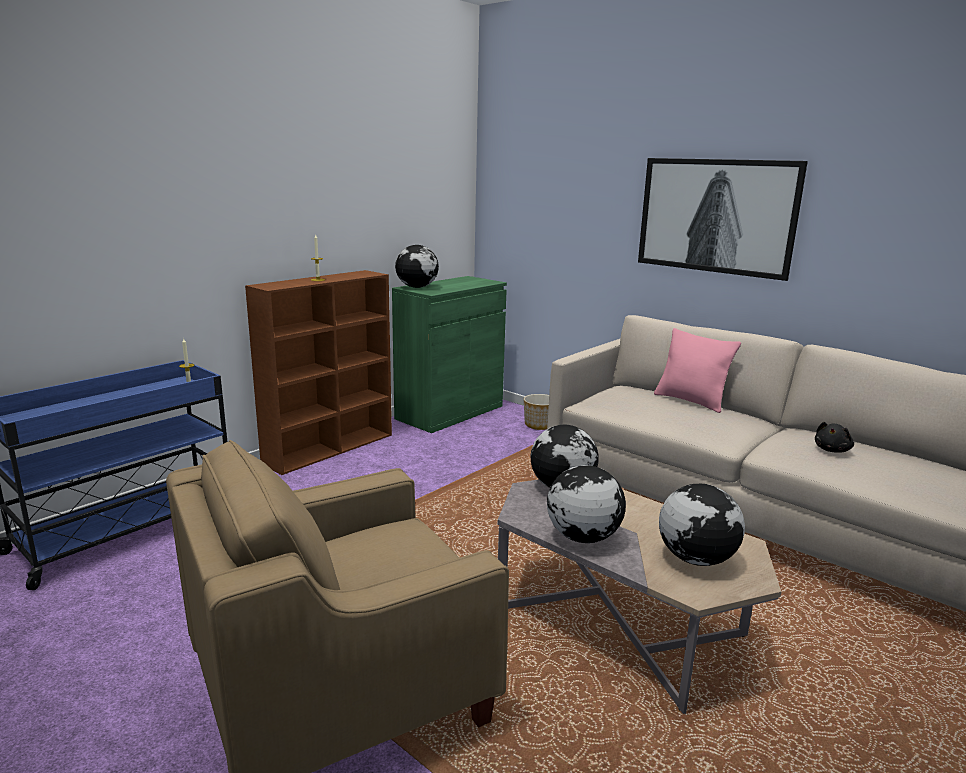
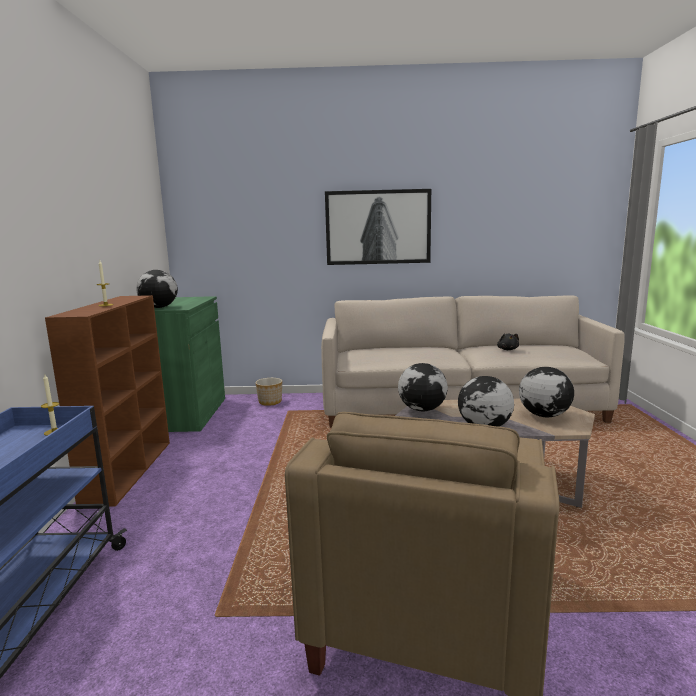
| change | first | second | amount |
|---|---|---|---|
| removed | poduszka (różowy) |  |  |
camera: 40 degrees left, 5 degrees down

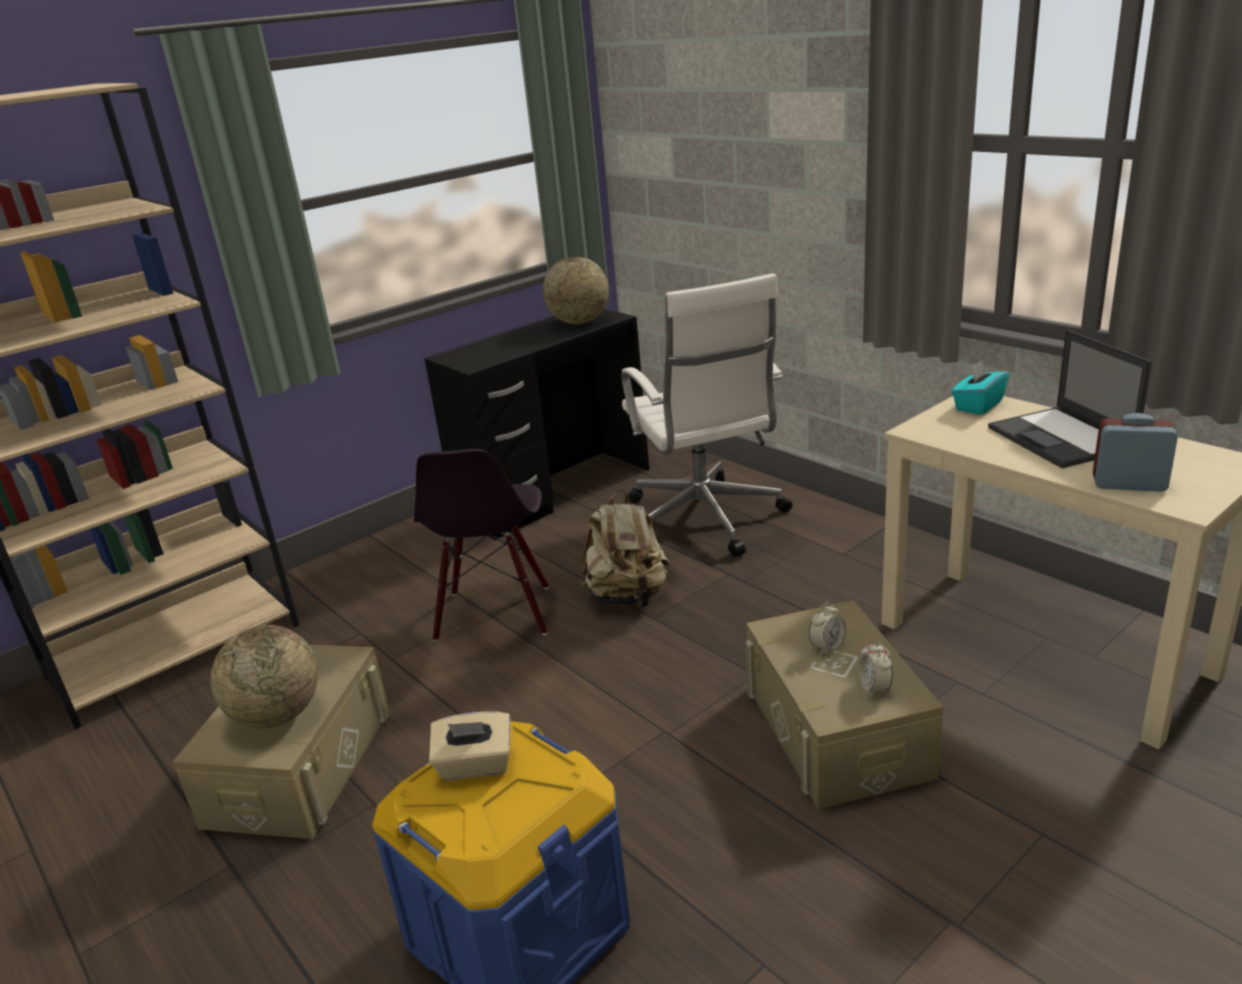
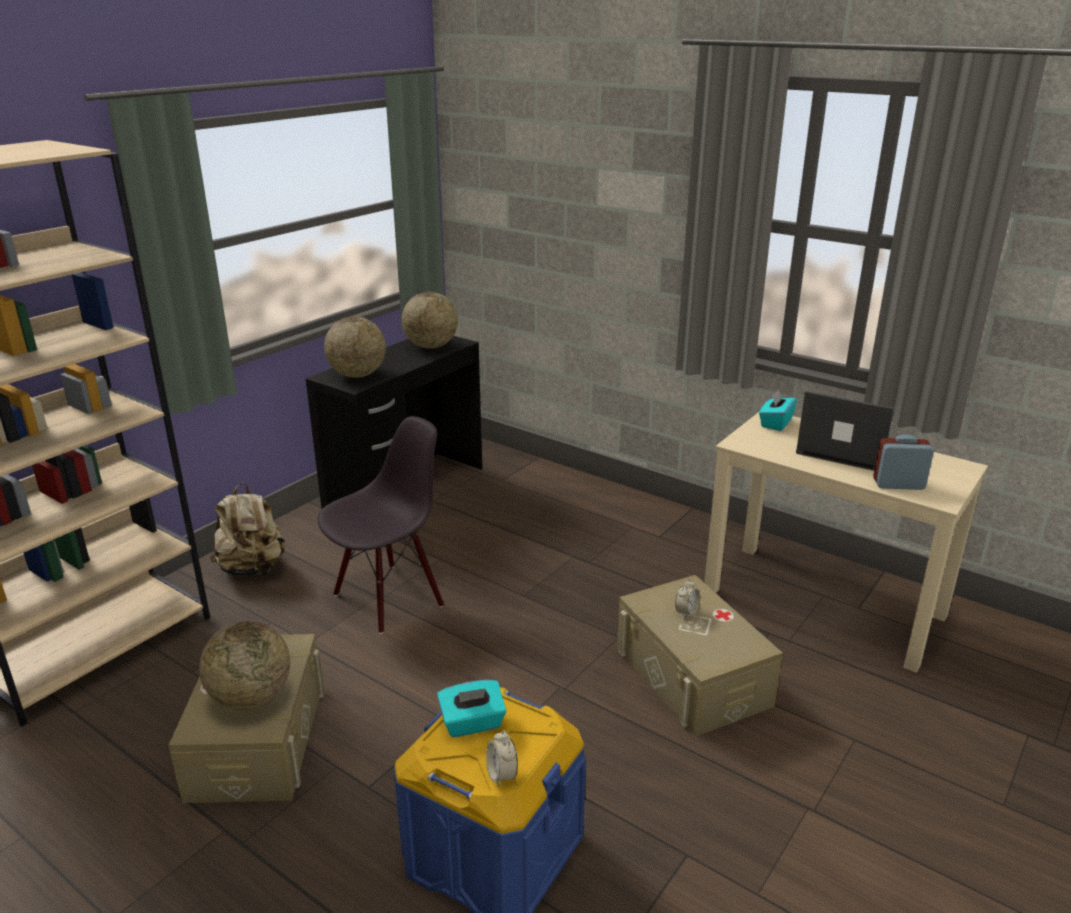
| change | first | second | amount |
|---|---|---|---|
| removed | krzesło biurowe (biały) |  |  |
| turned | laptop |  | 150 degrees clockwise |
| turned | krzesło (czarny) |  | 120 degrees counterclockwise |
| moved | plecak (beżowy) |  |  |
| moved | budzik (2nd from left in the first image) | budzik (1st from left) |  |
| recoloured | pudełko chusteczek (beżowy) | pudełko chusteczek (turkusowy) (1st from left) |  |
| added |  | globus (2nd from left) |  |
camera: 15 degrees left, 0 degrees up

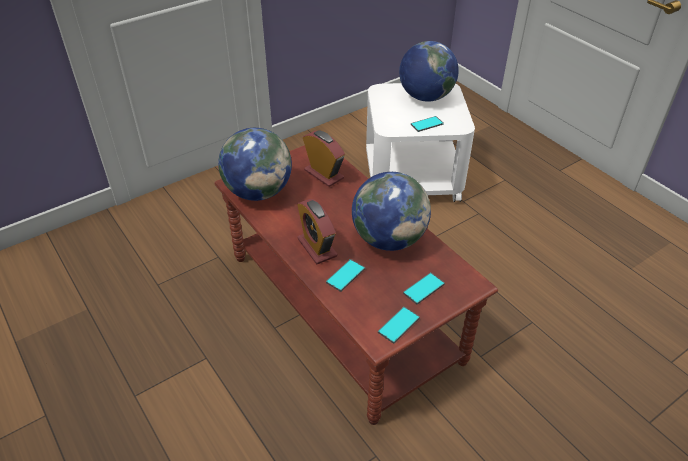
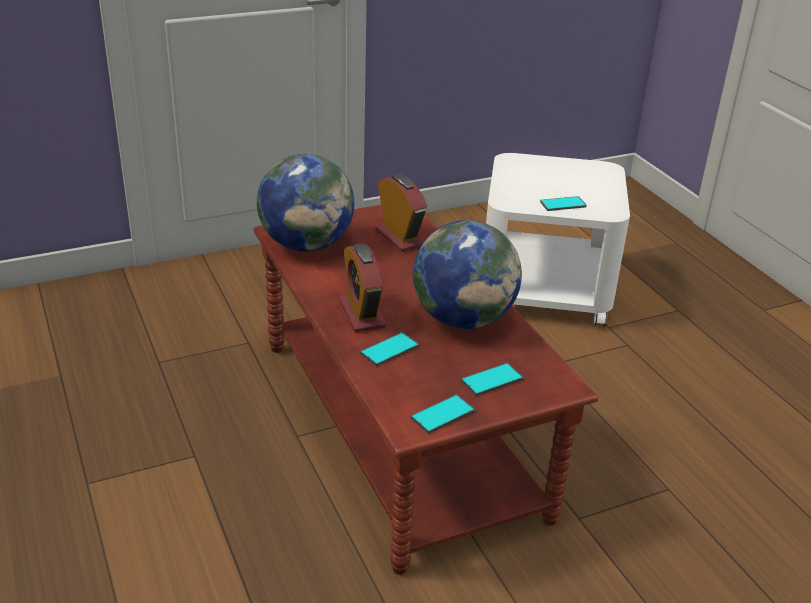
| change | first | second | amount |
|---|---|---|---|
| removed | globus (3rd from left) |  |  |
camera: 10 degrees right, 10 degrees down

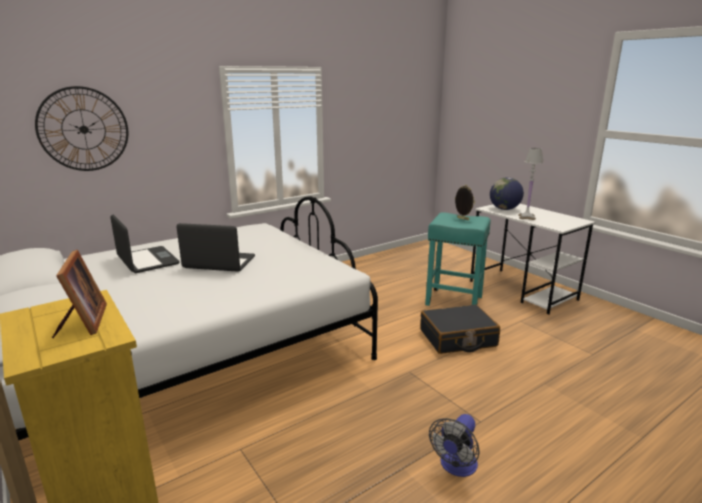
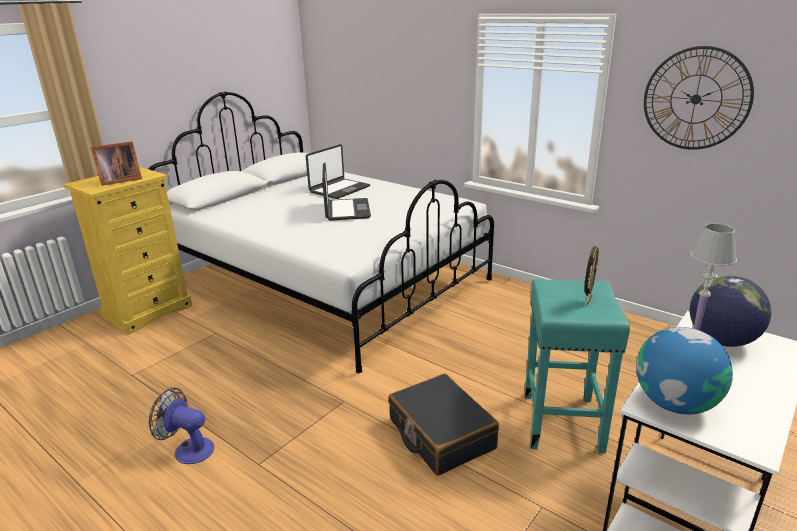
| change | first | second | amount |
|---|---|---|---|
| moved | zegar ścienny |  |  |
| added |  | globus (1st from left) |  |
camera: 75 degrees right, 5 degrees up

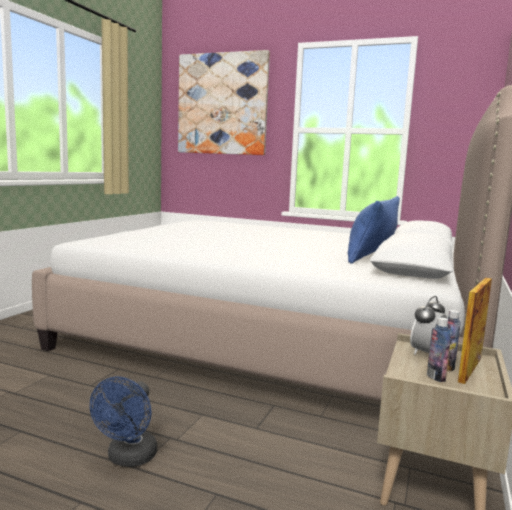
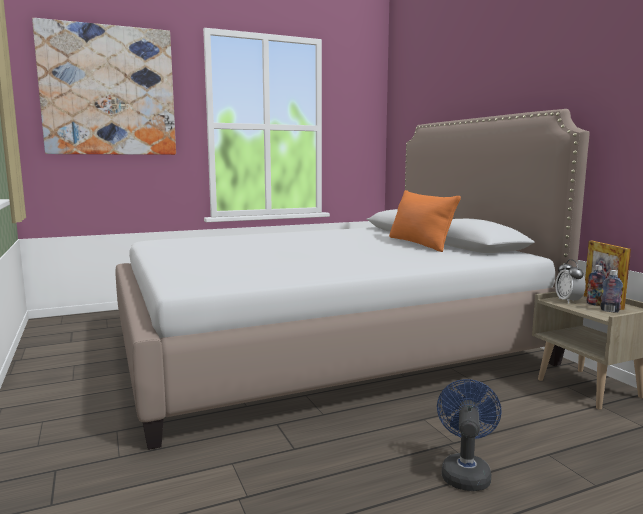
| change | first | second | amount |
|---|---|---|---|
| recoloured | poduszka (niebieski) | poduszka (pomarańczowy) |  |
| turned | wentylator (niebieski) |  | 135 degrees counterclockwise |
camera: 45 degrees left, 0 degrees up

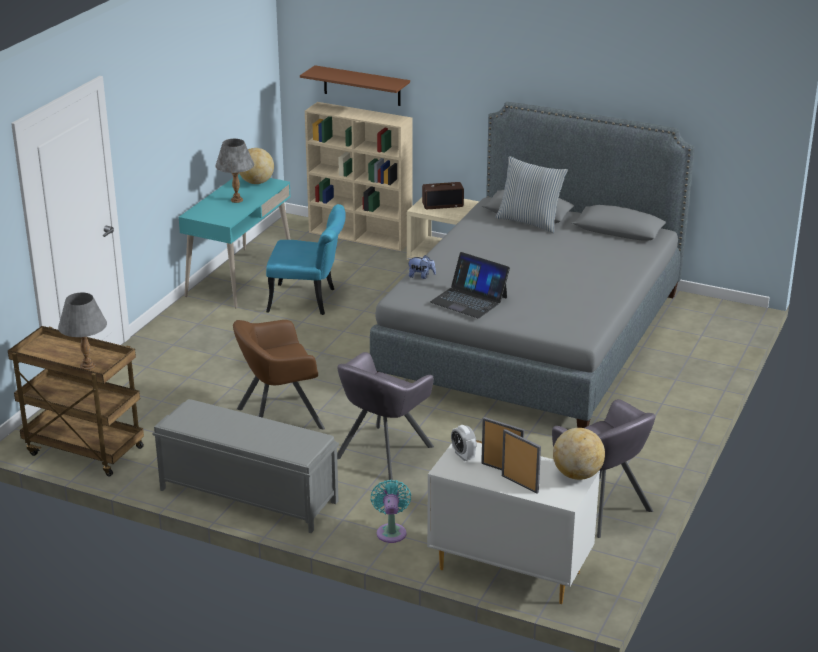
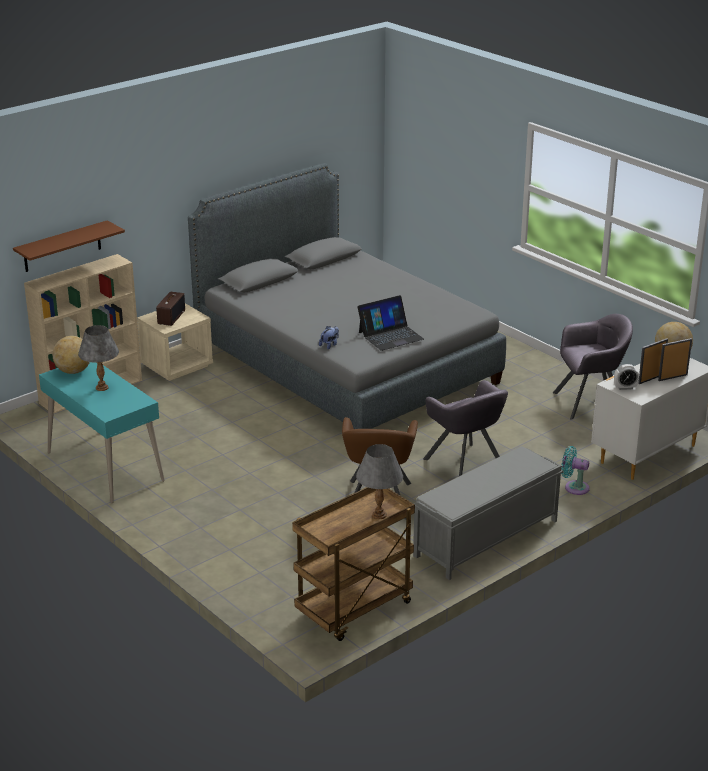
| change | first | second | amount |
|---|---|---|---|
| removed | poduszka |  |  |
| removed | krzesło (turkusowy) |  |  |
camera: 65 degrees left, 0 degrees up

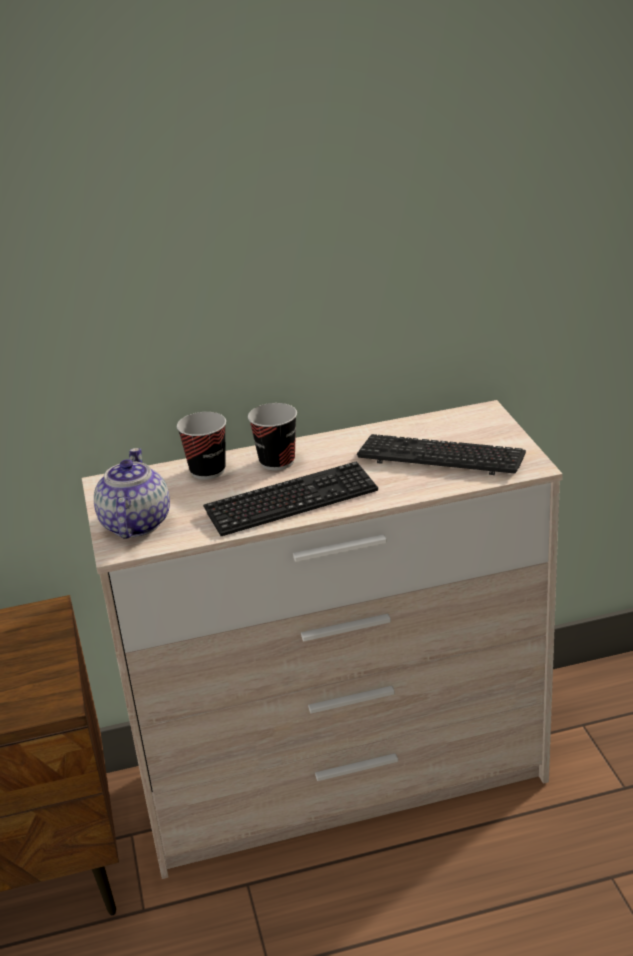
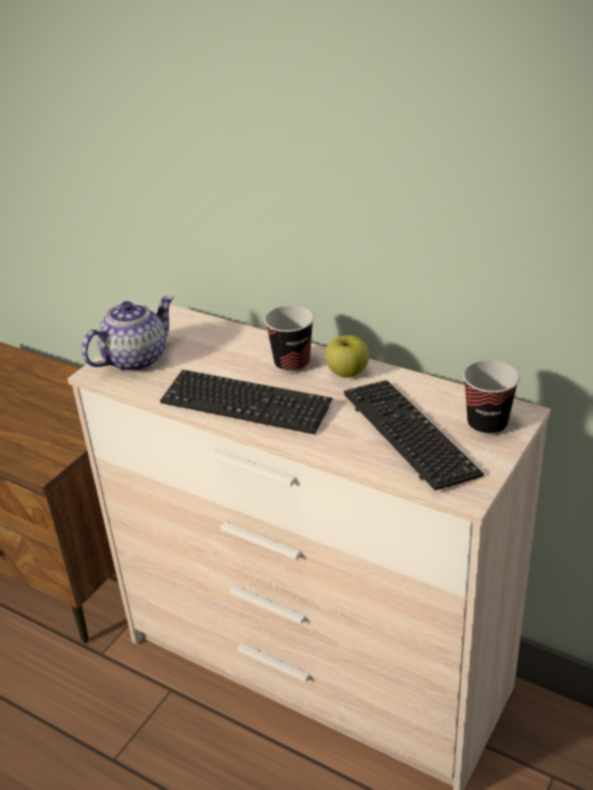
| change | first | second | amount |
|---|---|---|---|
| moved | filiżanka (1st from left in the first image) | filiżanka (2nd from left) |  |
| added |  | jabłko |  |
camera: 45 degrees right, 5 degrees up

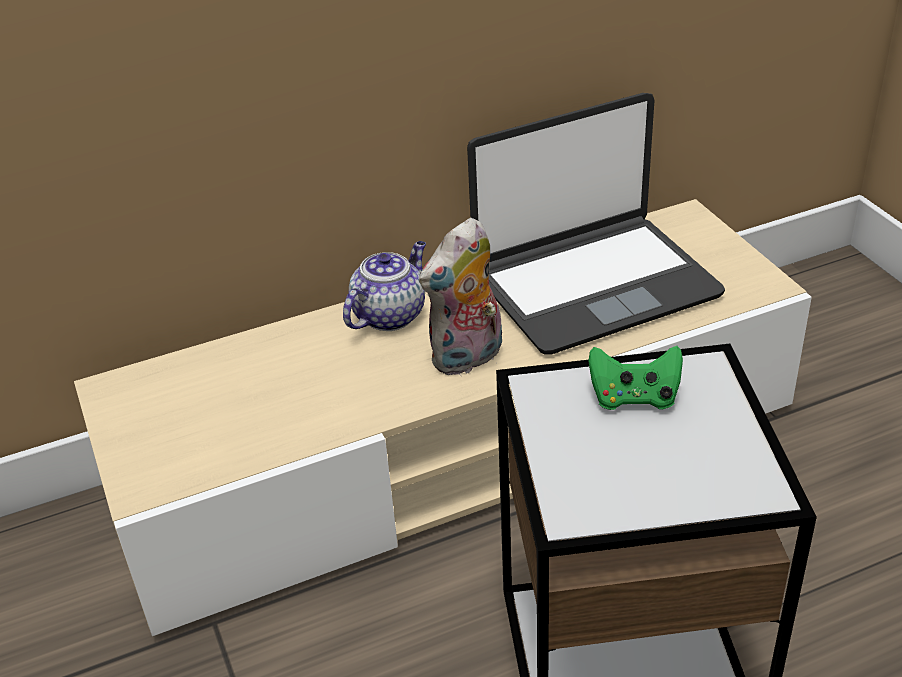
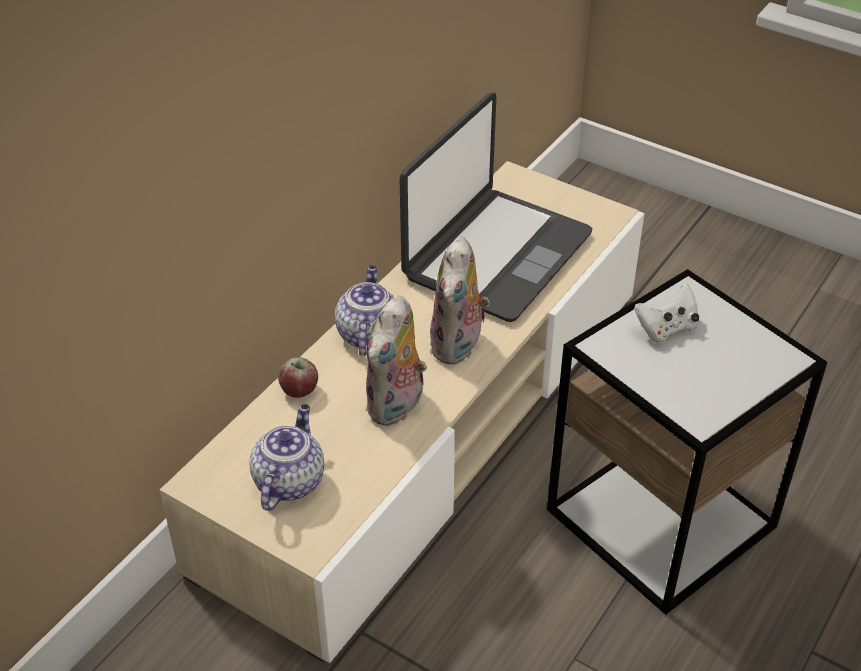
| change | first | second | amount |
|---|---|---|---|
| recoloured | pad do gier (zielony) | pad do gier (biały) |  |
| added |  | pluszak (1st from left) |  |
| added |  | jabłko |  |
| added |  | imbryk (1st from left) |  |
camera: 35 degrees left, 5 degrees up

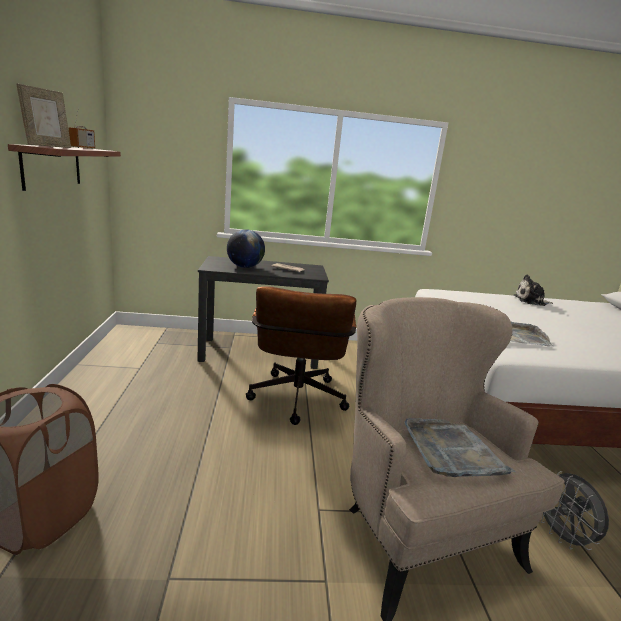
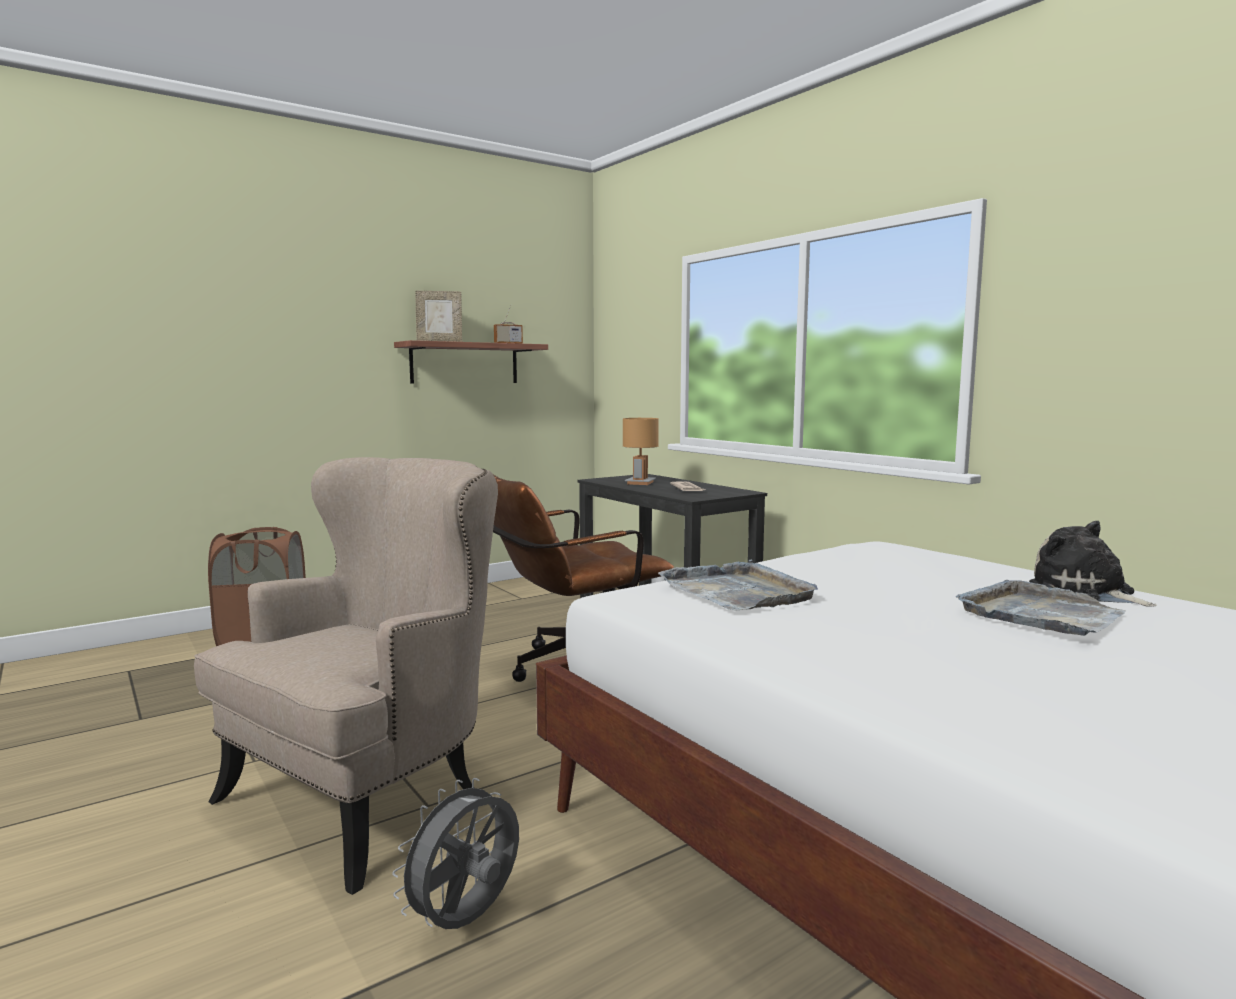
| change | first | second | amount |
|---|---|---|---|
| replaced | globus | lampa stołowa (brązowy) |  |
| moved | taca (szary) (1st from left in the first image) | taca (szary) (2nd from left) |  |
camera: 60 degrees right, 10 degrees down

